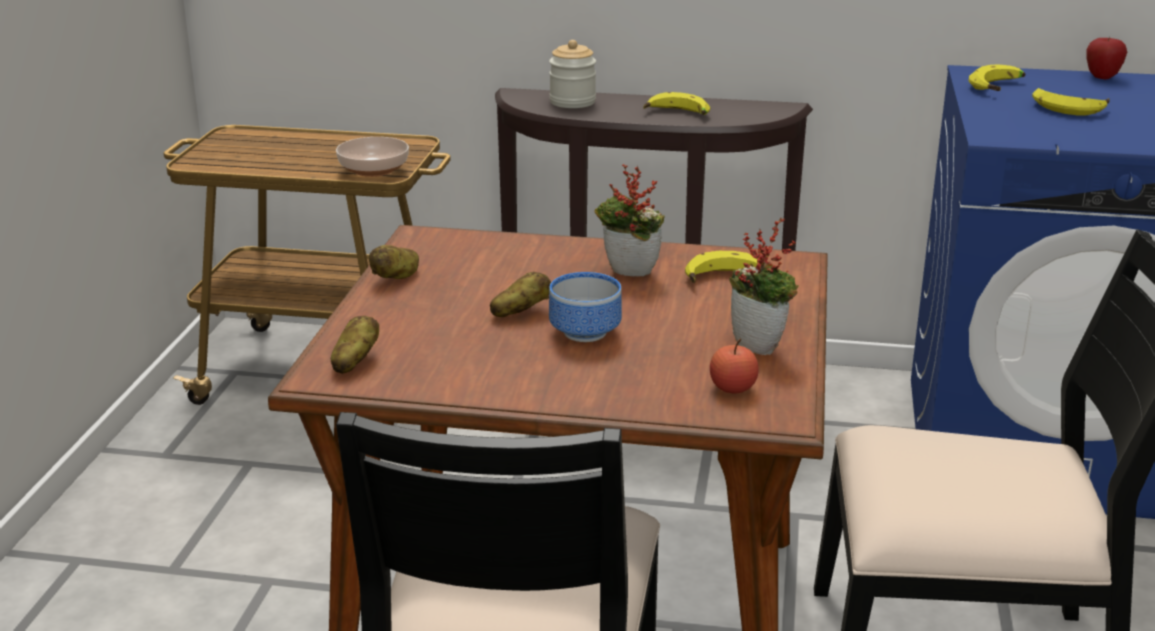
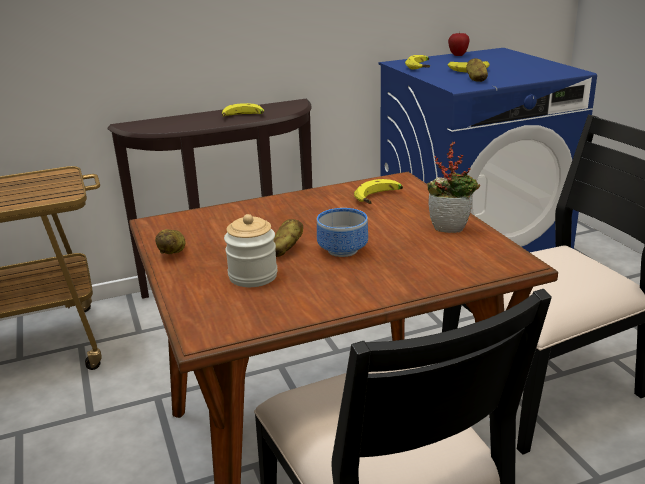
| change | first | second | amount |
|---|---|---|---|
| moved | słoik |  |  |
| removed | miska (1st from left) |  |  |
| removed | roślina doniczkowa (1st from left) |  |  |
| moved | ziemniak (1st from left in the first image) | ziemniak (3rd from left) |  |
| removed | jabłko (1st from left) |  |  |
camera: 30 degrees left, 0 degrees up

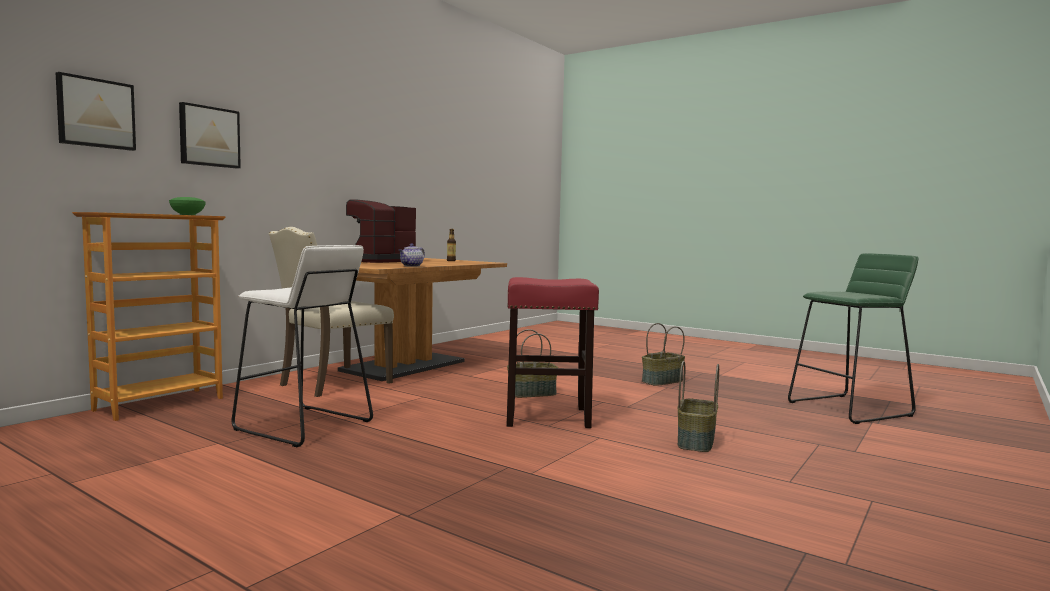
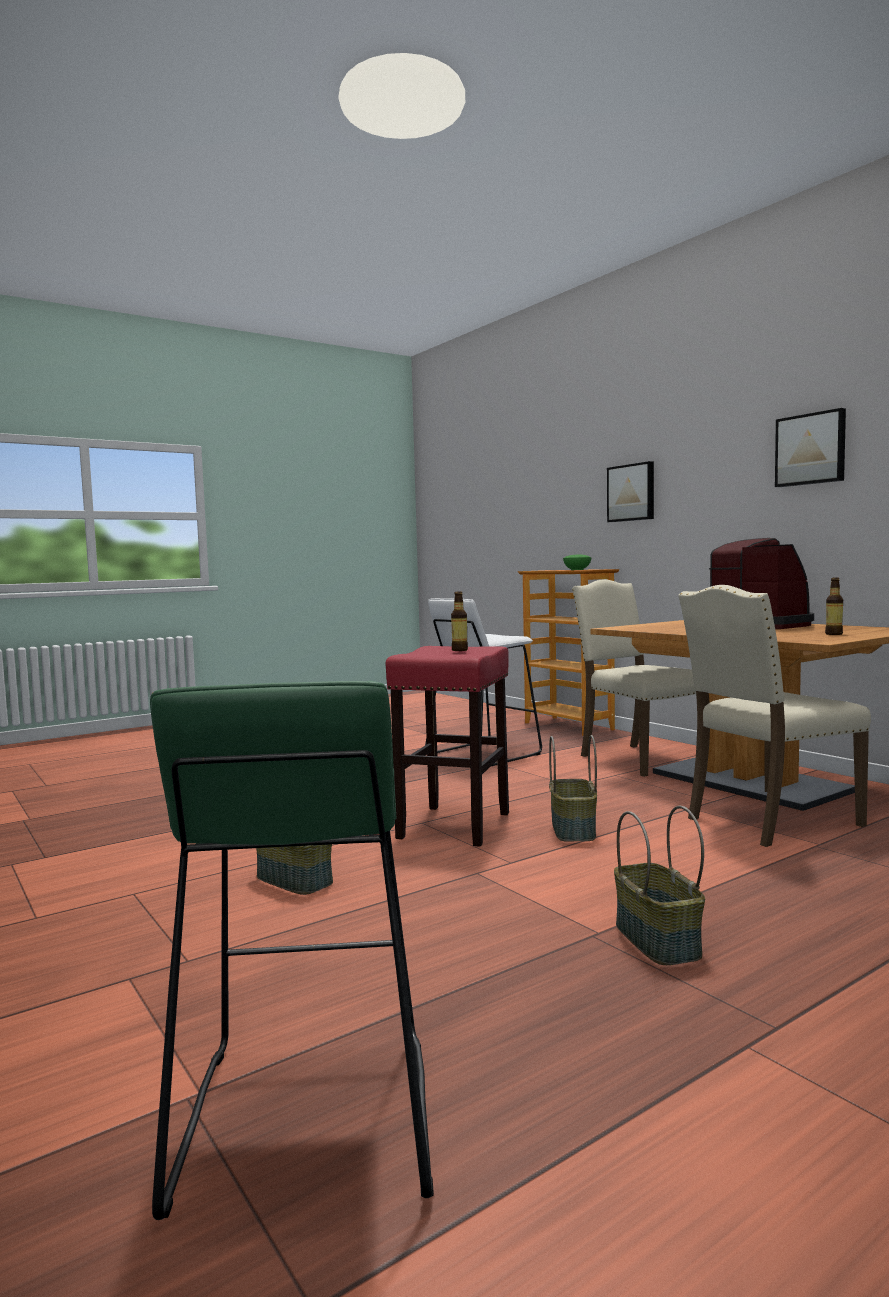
| change | first | second | amount |
|---|---|---|---|
| moved | obraz (1st from left in the first image) | obraz (2nd from left) |  |
| removed | imbryk |  |  |
| added |  | krzesło (beżowy) (2nd from left) |  |
| added |  | butelka (1st from left) |  |
camera: 110 degrees right, 0 degrees up

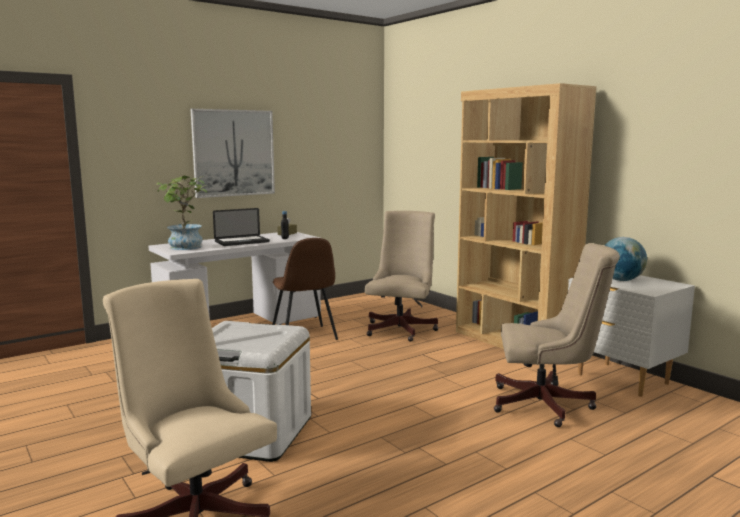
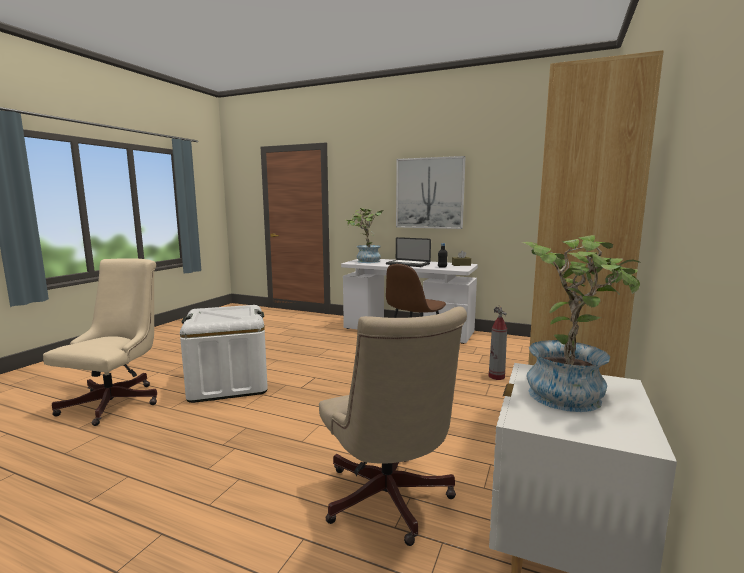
| change | first | second | amount |
|---|---|---|---|
| replaced | krzesło biurowe (beżowy) (2nd from left) | gaśnica |  |
| replaced | globus | roślina doniczkowa (2nd from left) |  |
camera: 60 degrees right, 0 degrees up

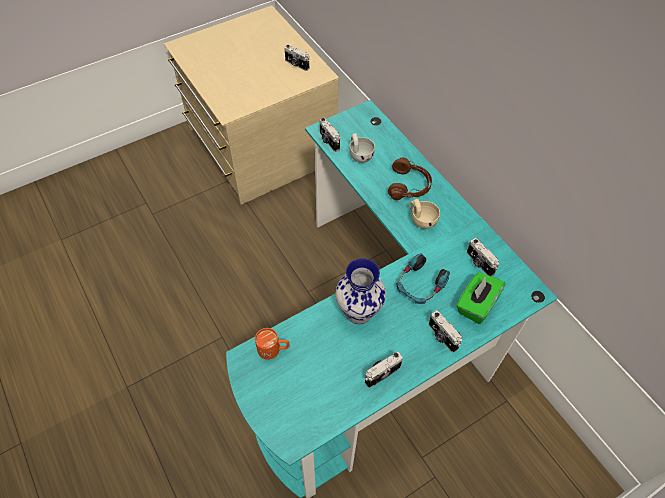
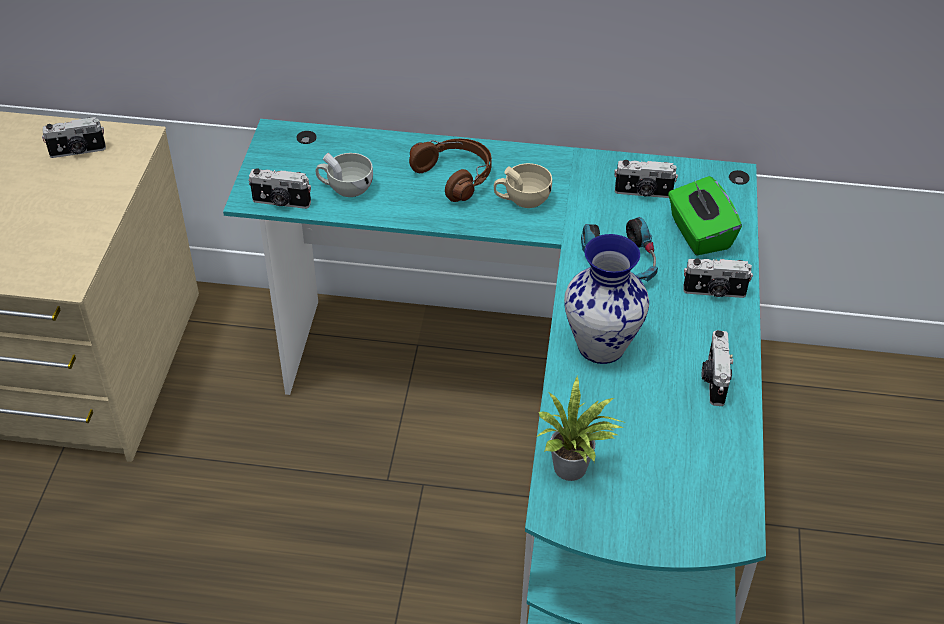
| change | first | second | amount |
|---|---|---|---|
| replaced | kubek (pomarańczowy) | roślina doniczkowa |  |
camera: 50 degrees left, 10 degrees down

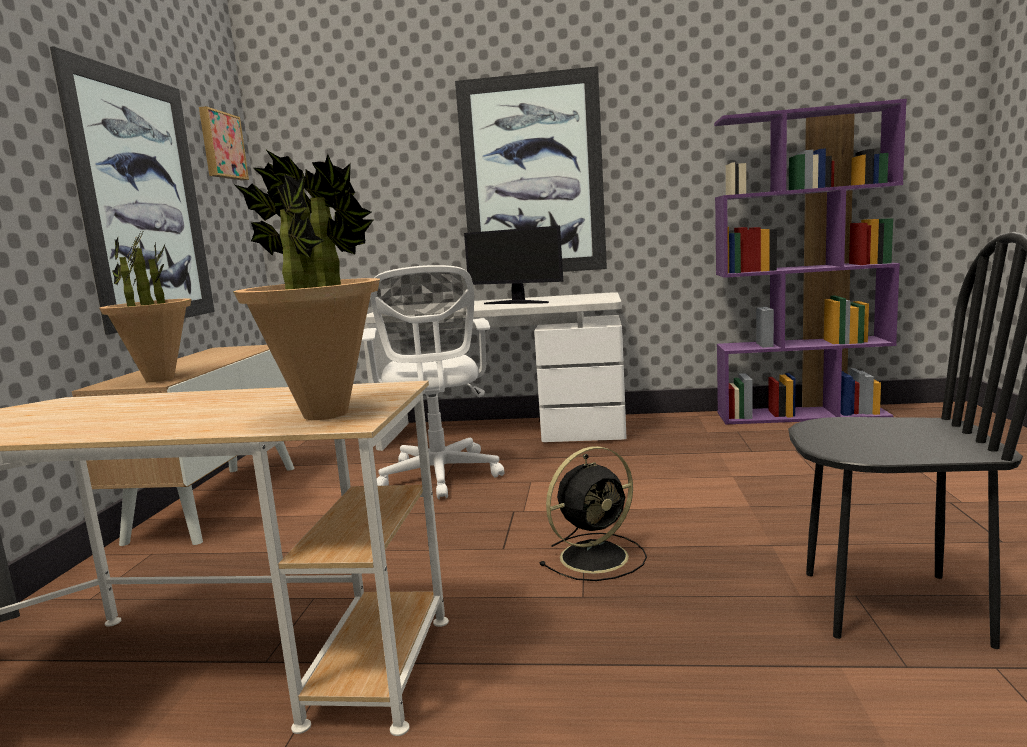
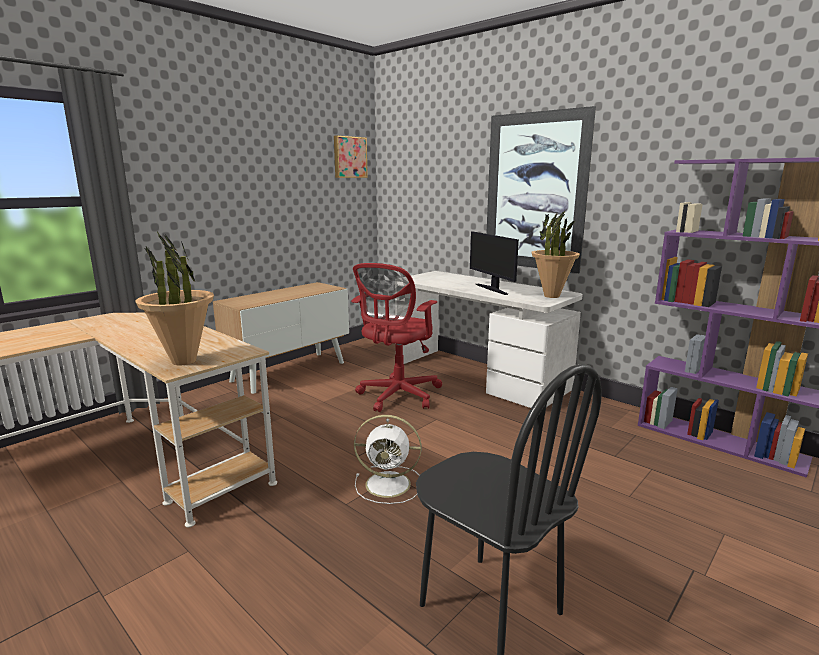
| change | first | second | amount |
|---|---|---|---|
| removed | obraz (1st from left) |  |  |
| moved | roślina doniczkowa (1st from left in the first image) | roślina doniczkowa (2nd from left) |  |
| recoloured | krzesło biurowe (biały) | krzesło biurowe (czerwony) |  |
| recoloured | wentylator (czarny) | wentylator (biały) |  |
camera: 35 degrees right, 5 degrees up

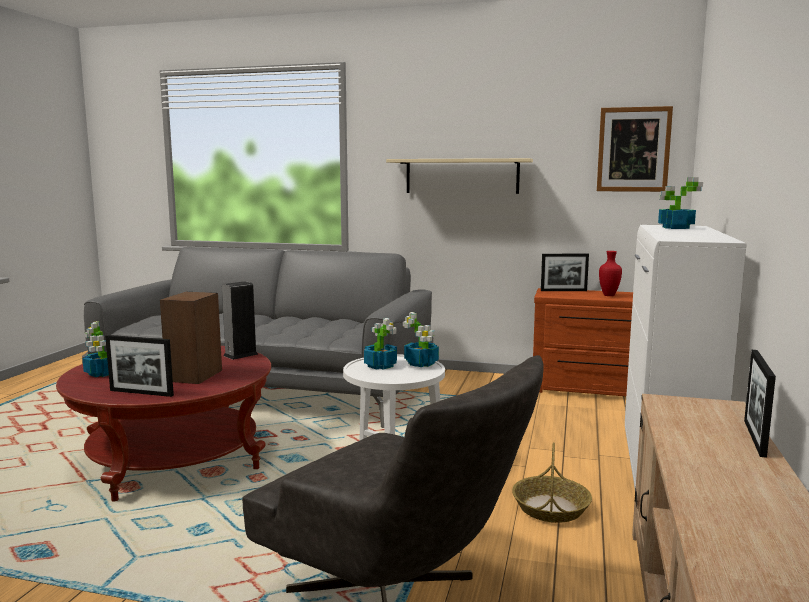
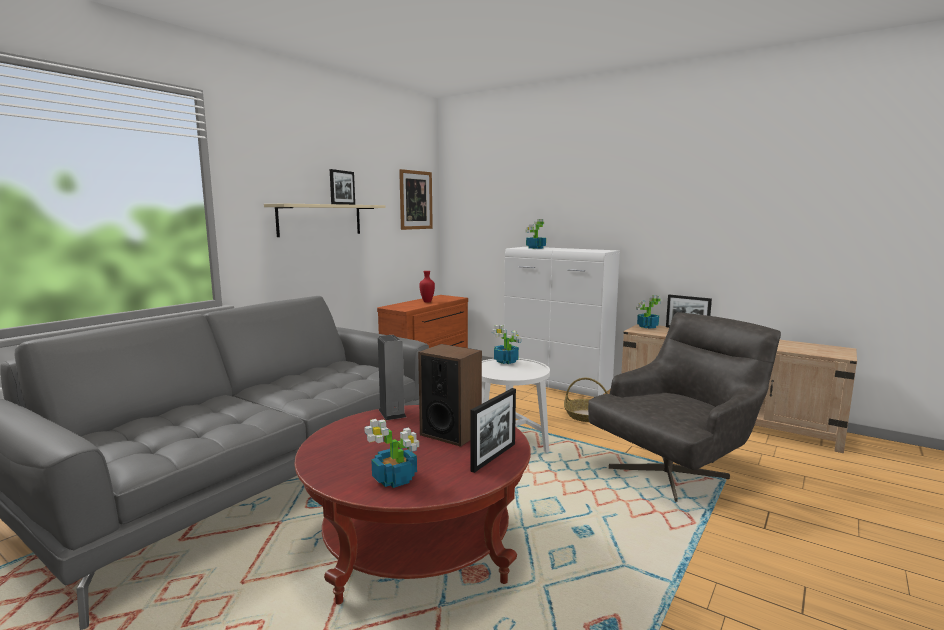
| change | first | second | amount |
|---|---|---|---|
| moved | ramka na zdjęcie (2nd from left in the first image) | ramka na zdjęcie (1st from left) |  |
| moved | roślina doniczkowa (2nd from left in the first image) | roślina doniczkowa (4th from left) |  |
camera: 70 degrees left, 0 degrees up

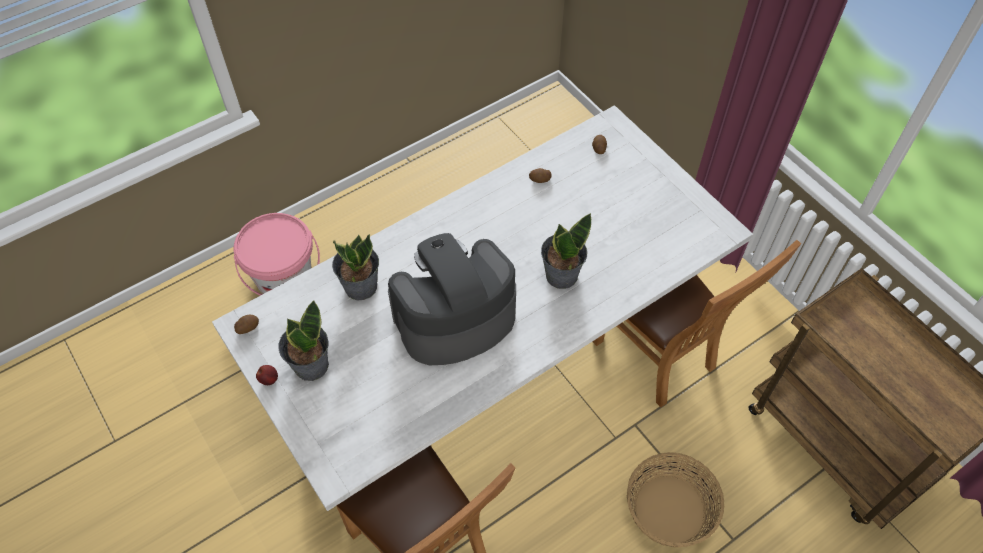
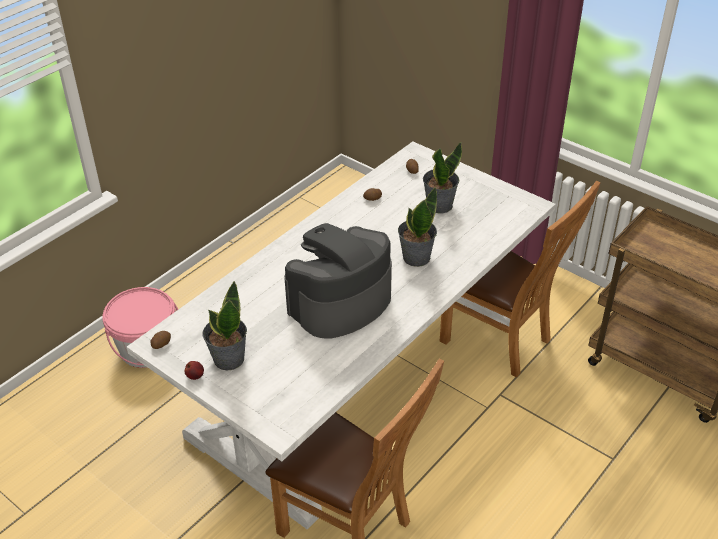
| change | first | second | amount |
|---|---|---|---|
| moved | roślina doniczkowa (2nd from left in the first image) | roślina doniczkowa (3rd from left) |  |
| removed | koszyk |  |  |
camera: 15 degrees left, 15 degrees down

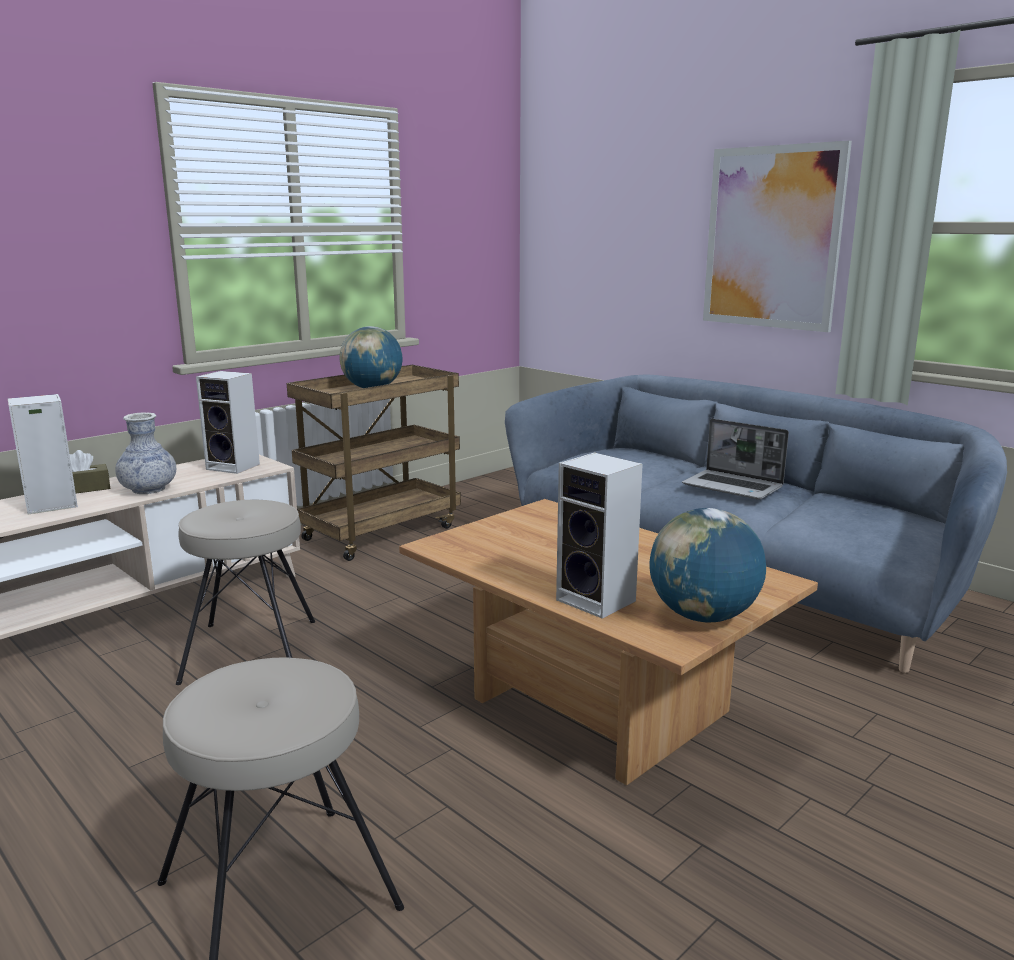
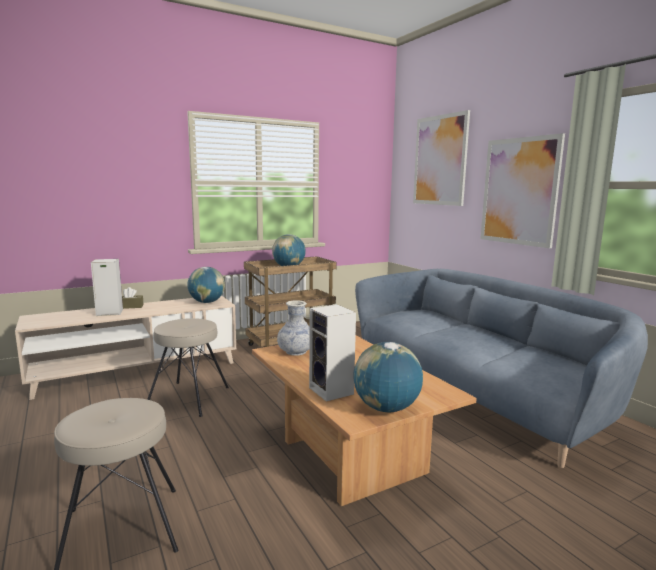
| change | first | second | amount |
|---|---|---|---|
| replaced | głośnik (2nd from left) | globus (1st from left) |  |
| moved | wazon |  |  |
| removed | laptop |  |  |
| added |  | obraz (1st from left) |  |
camera: 15 degrees right, 5 degrees down

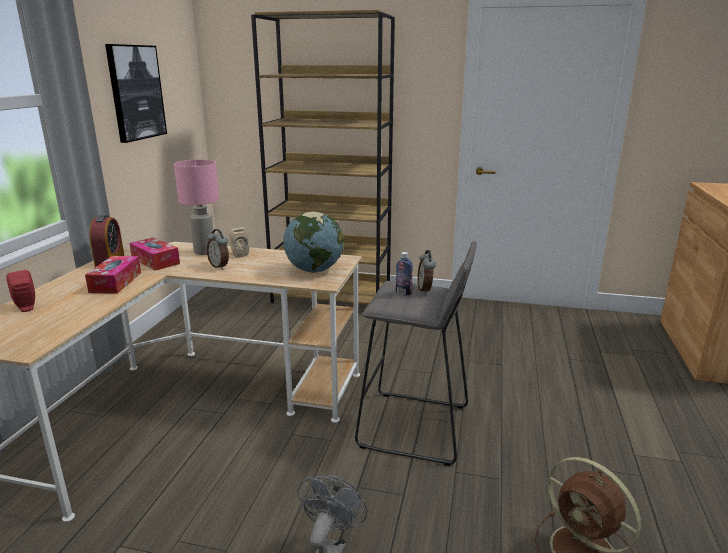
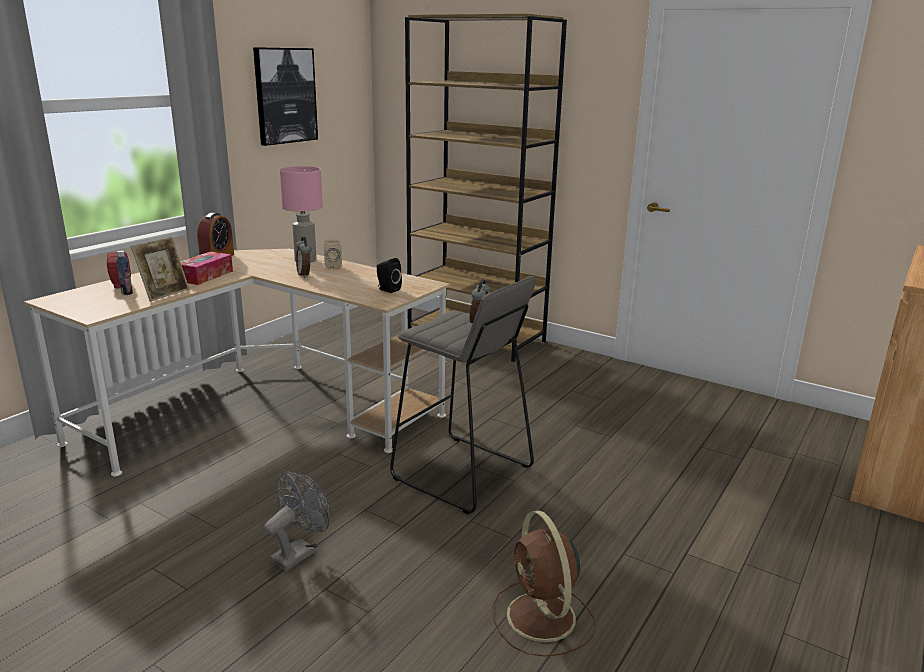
| change | first | second | amount |
|---|---|---|---|
| replaced | globus | głośnik (czarny) |  |
| removed | pudełko chusteczek (2nd from left) |  |  |
| moved | butelka |  |  |
| added |  | ramka na zdjęcie |  |
camera: 20 degrees right, 0 degrees up

